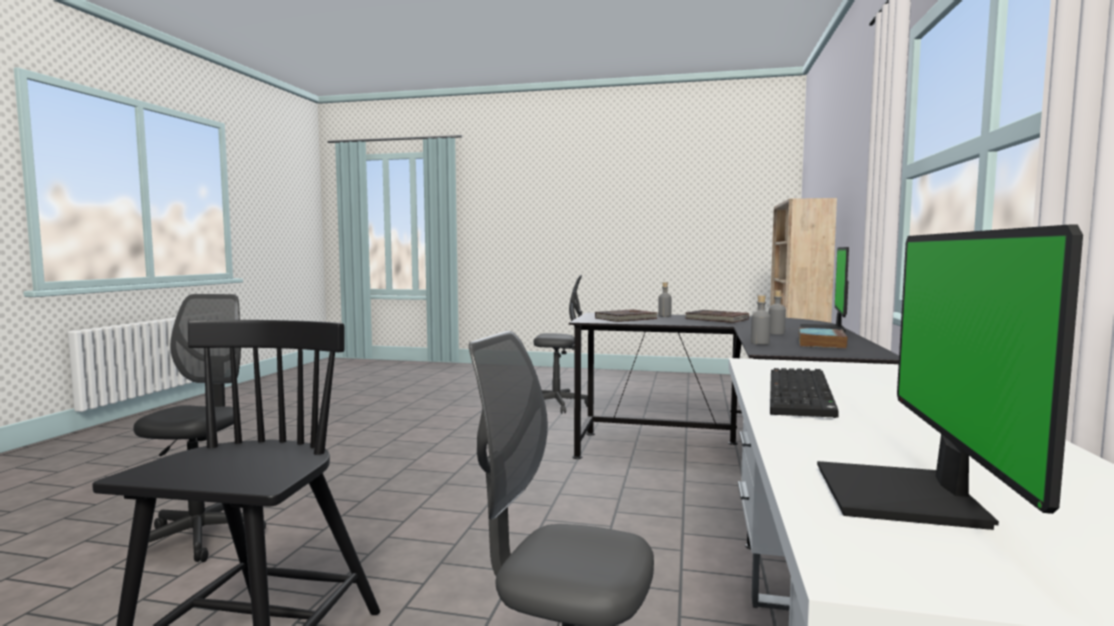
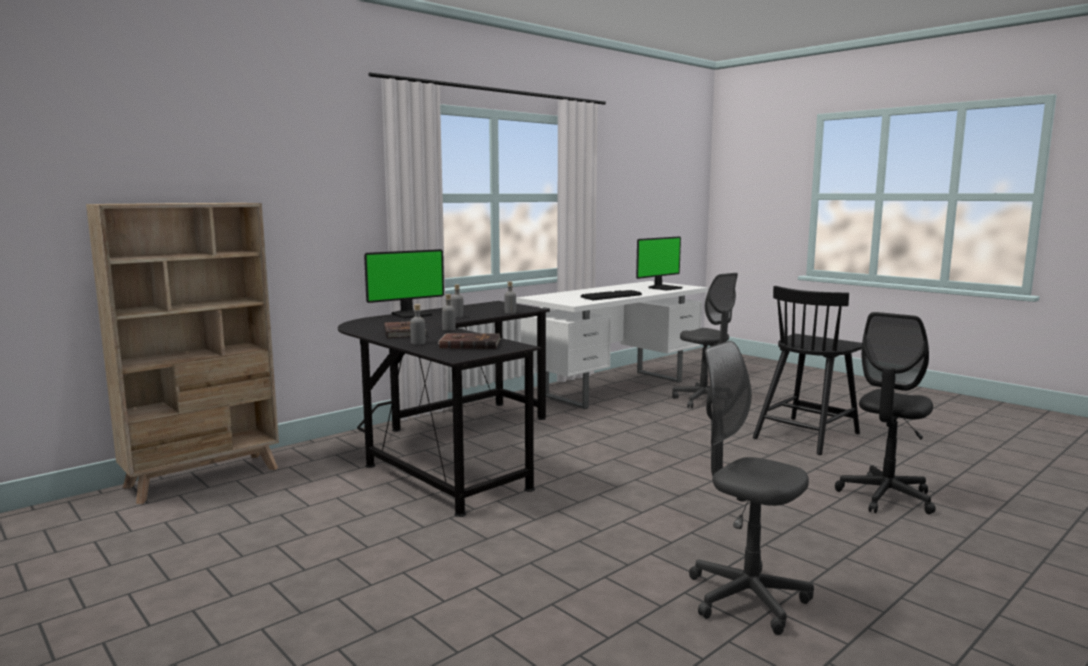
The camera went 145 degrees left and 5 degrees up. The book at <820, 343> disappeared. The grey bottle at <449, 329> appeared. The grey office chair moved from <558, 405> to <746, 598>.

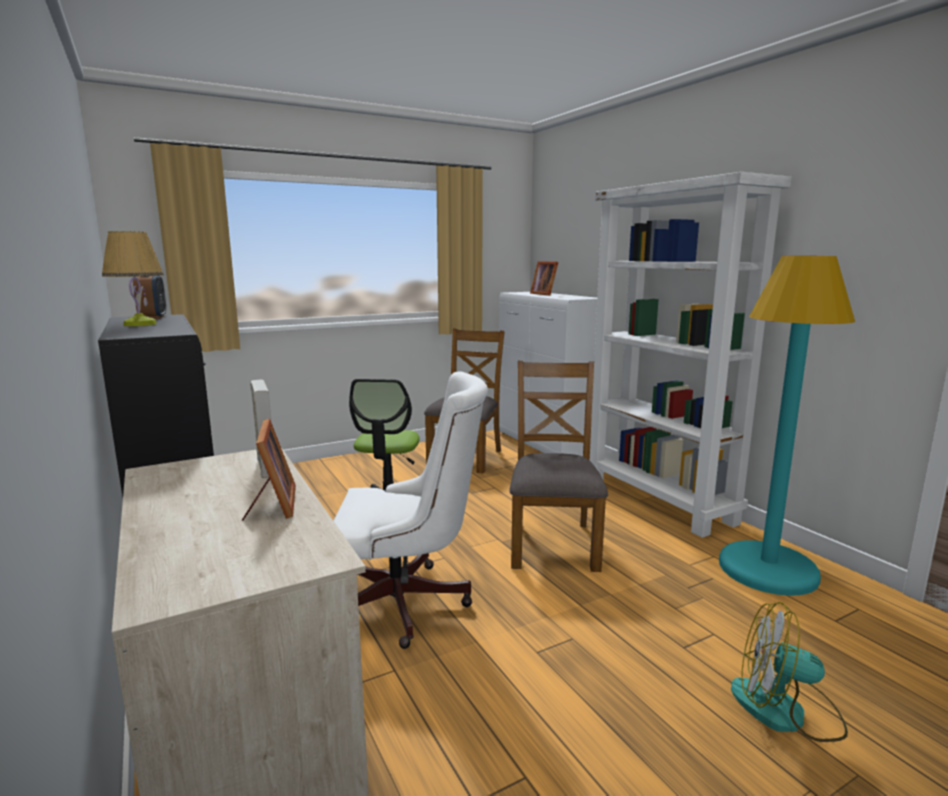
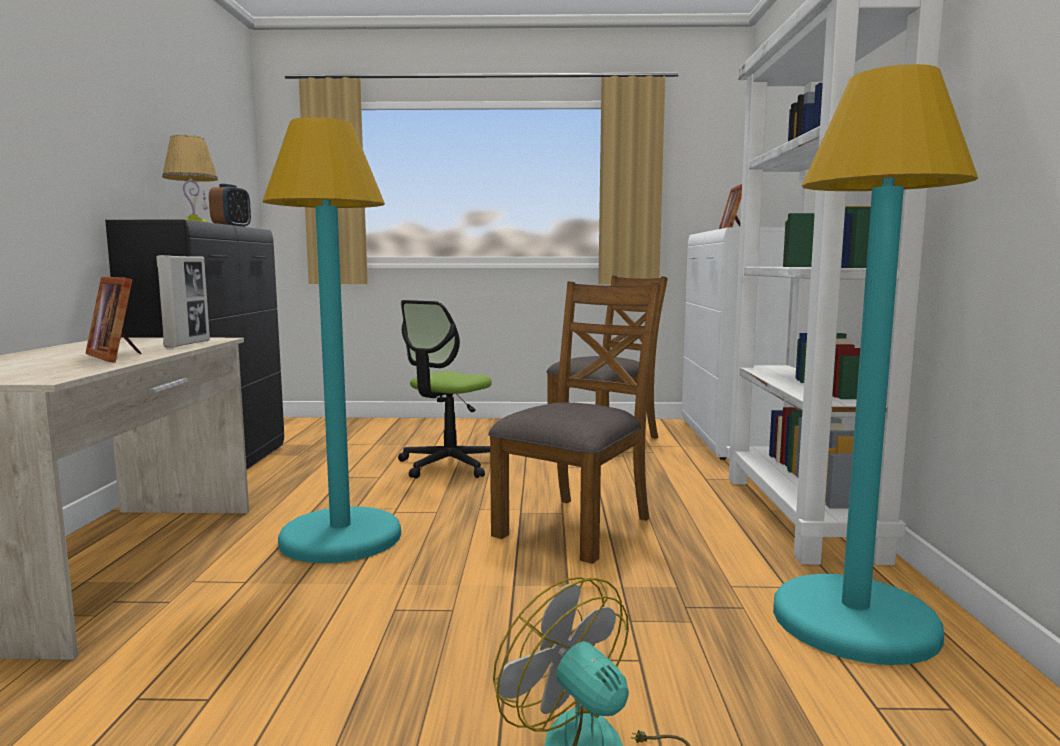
The camera went 30 degrees right and 5 degrees down. The white office chair at <407, 604> was replaced by the turquoise floor lamp at <341, 538>. The picture frame at <273, 505> turned 120 degrees clockwise.

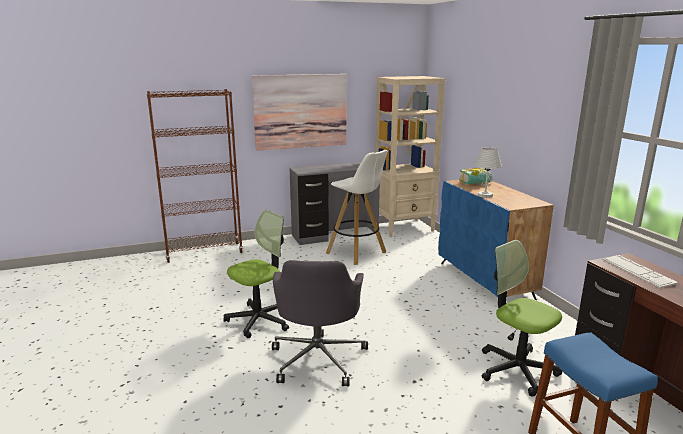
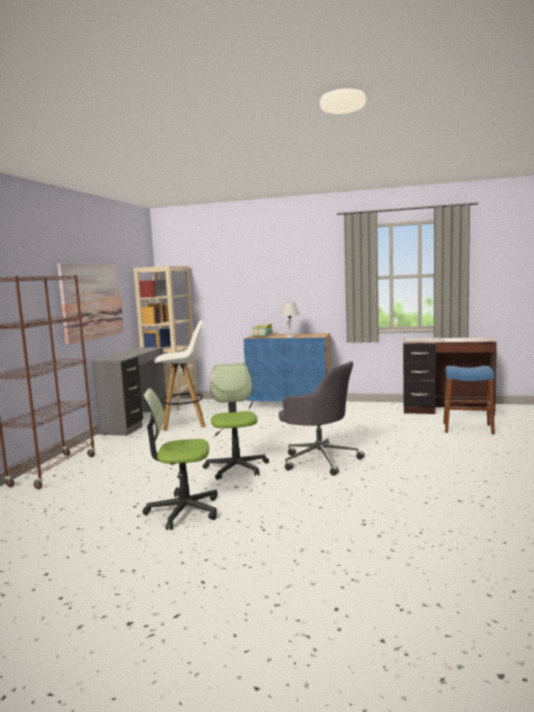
The camera went 55 degrees left and 10 degrees down. The office chair moved from <517, 369> to <183, 511>.

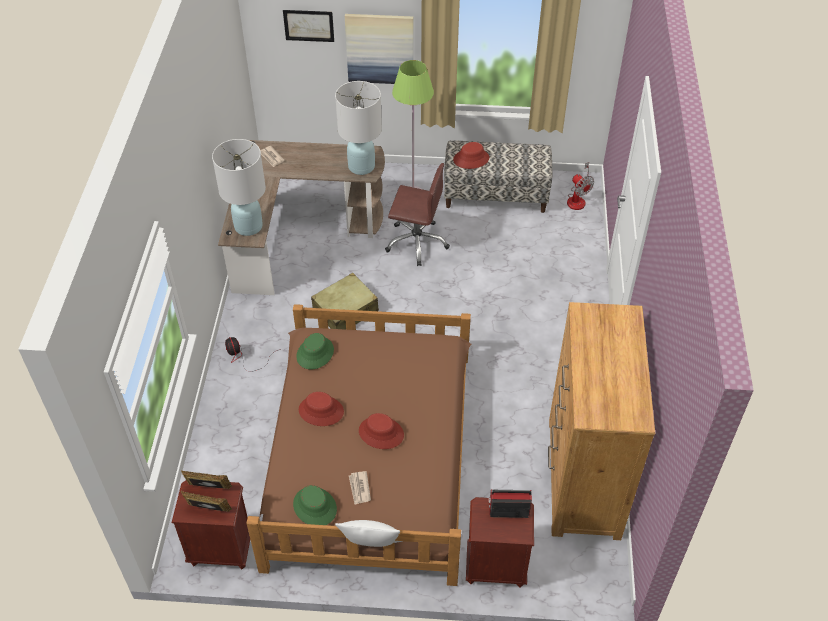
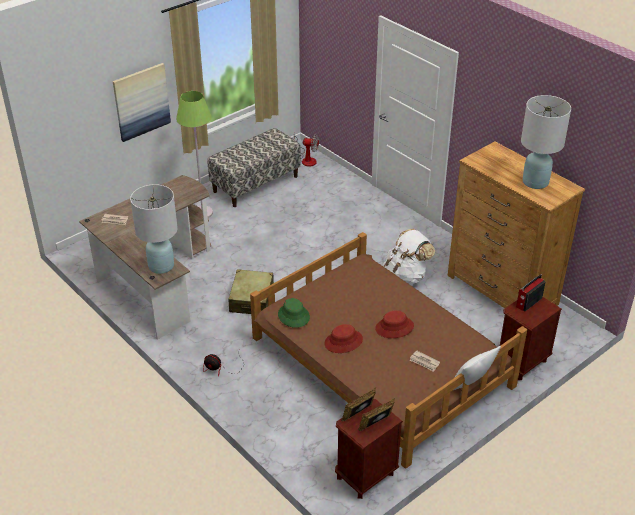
The camera went 45 degrees left and 10 degrees down. The picture at <308, 25> disappeared. The green hat at <314, 507> disappeared. The brown office chair at <417, 242> disappeared. The red hat at <471, 159> disappeared. The white backpack at <406, 276> appeared. The white table lamp moved from <361, 166> to <535, 182>.

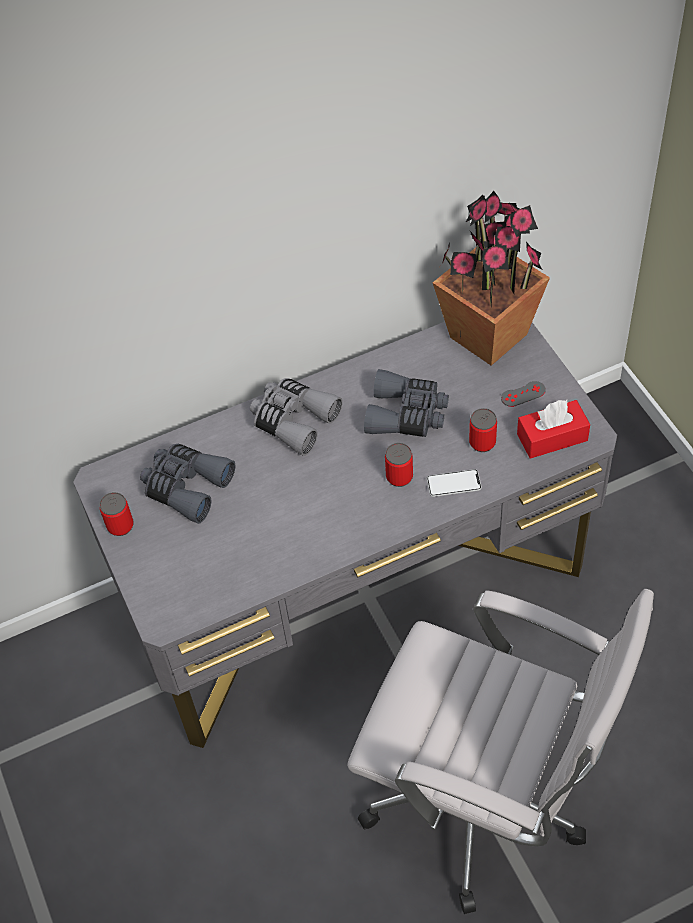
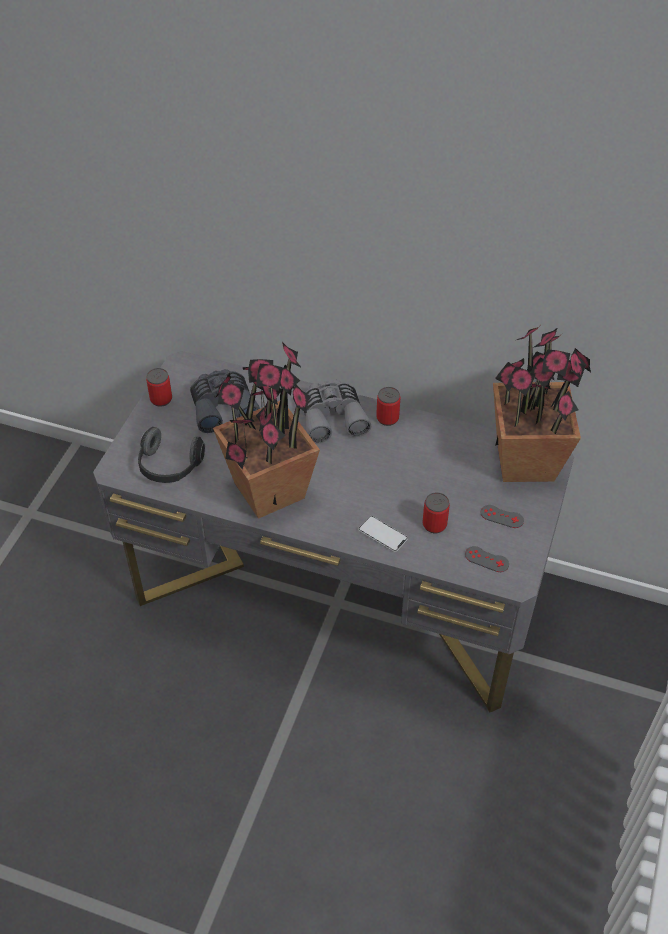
The camera went 40 degrees right and 5 degrees down. The white office chair at <485, 804> disappeared. The grey binoculars at <407, 414> disappeared. The headphones at <169, 467> appeared. The potted plant at <268, 490> appeared. The can moved from <399, 477> to <387, 418>. The red tissue box at <552, 437> was replaced by the grey game controller at <486, 559>.

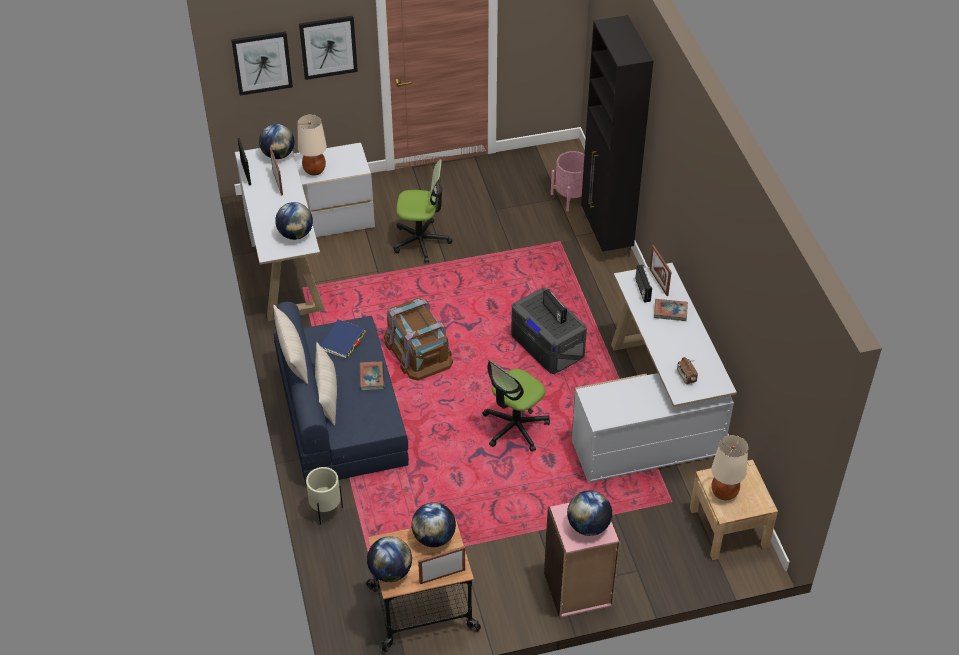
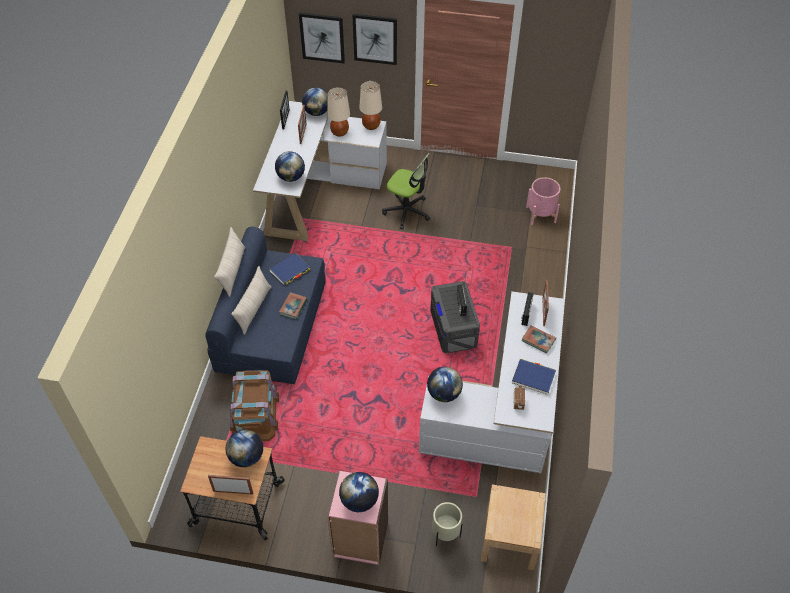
The camera went 25 degrees right and 5 degrees up. The office chair at <515, 427> disappeared. The black cabinet at <606, 237> disappeared. The blue book at <533, 377> appeared. The beige planter moved from <326, 511> to <445, 535>. The globe moved from <390, 571> to <444, 393>. The brown storage box moved from <417, 350> to <254, 413>. The beige table lamp moved from <724, 492> to <371, 126>.

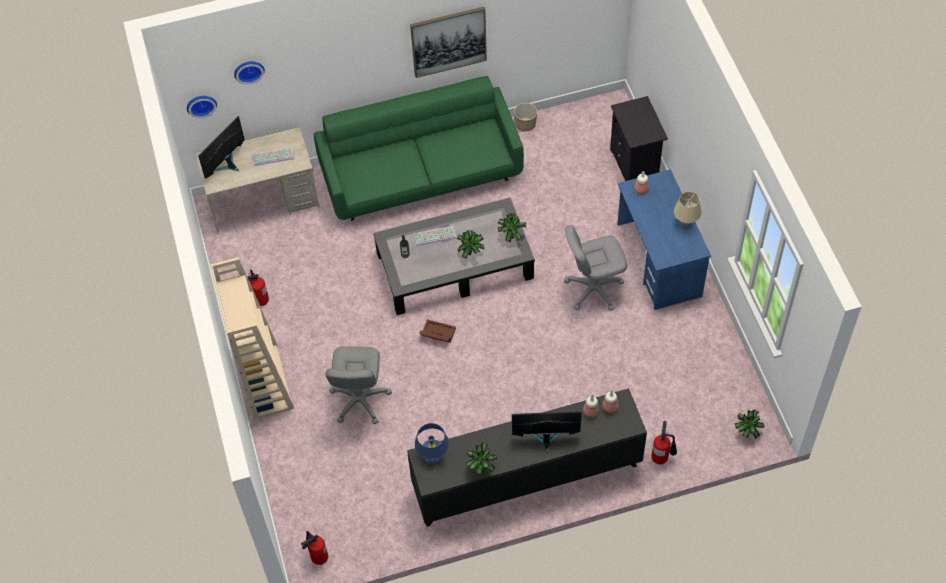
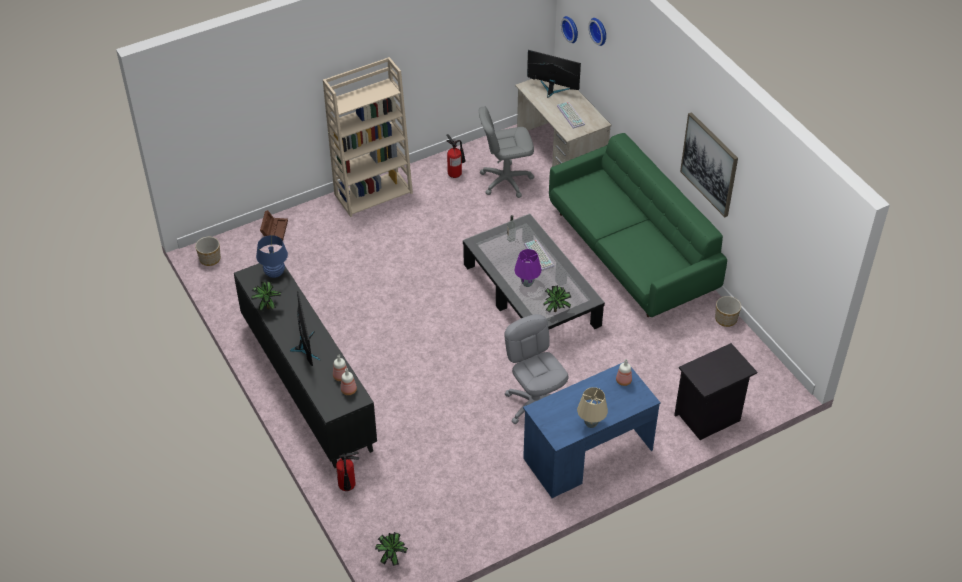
The camera went 75 degrees right and 10 degrees down. The grey office chair moved from <359, 400> to <506, 181>. The brown storage box moved from <436, 334> to <274, 229>. The fire extinguisher at <317, 556> was replaced by the planter at <210, 259>. The potted plant at <470, 252> was replaced by the purple table lamp at <527, 283>.

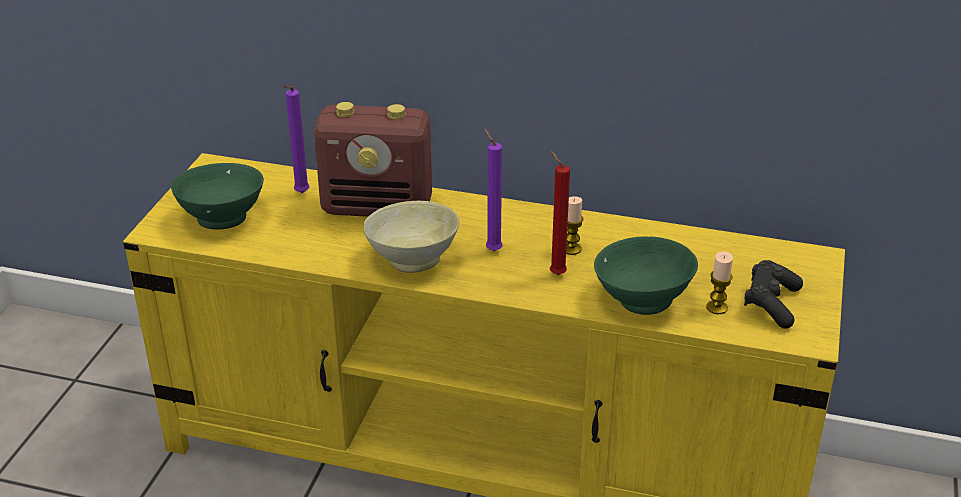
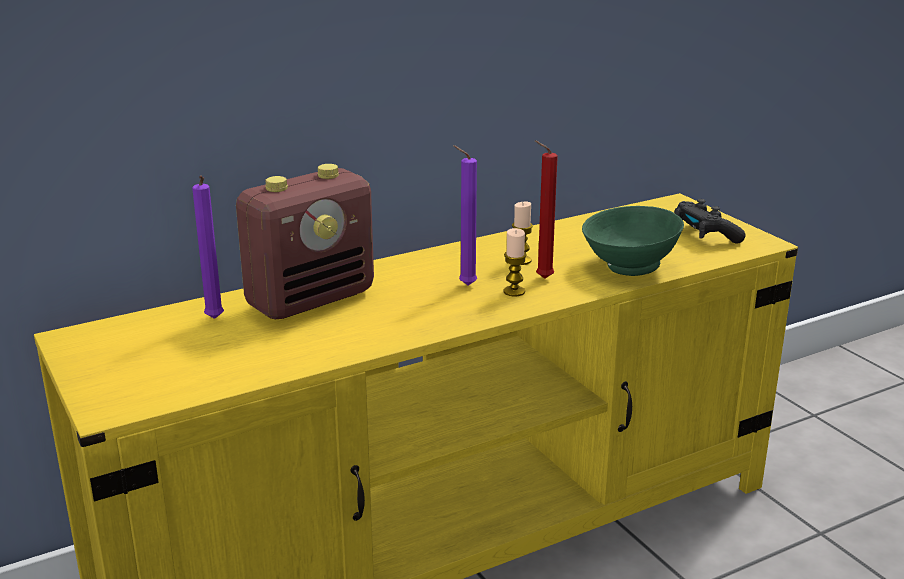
The camera went 45 degrees left and 10 degrees down. The green bowl at <223, 217> disappeared. The beige bowl at <413, 259> disappeared. The candle moved from <717, 307> to <514, 291>.

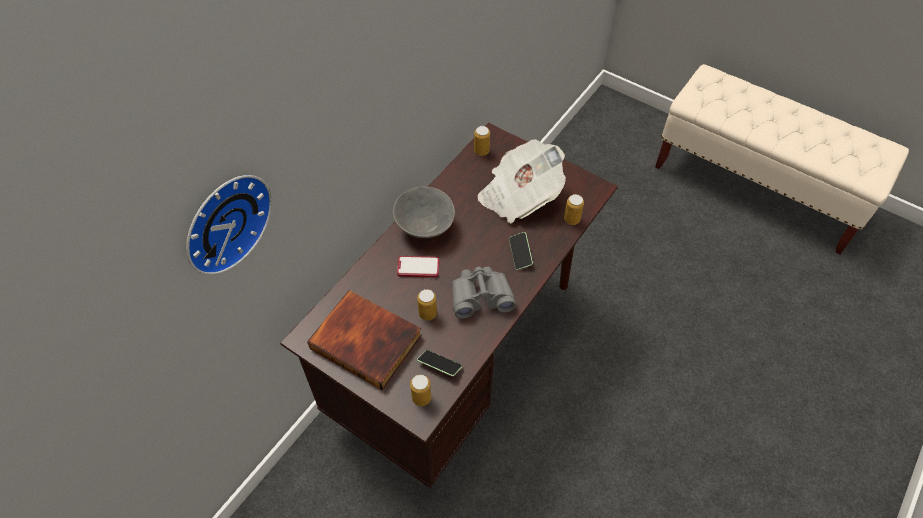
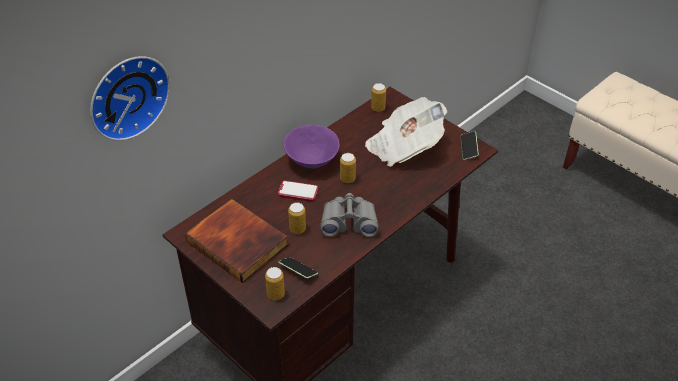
The camera went 10 degrees right and 10 degrees down. The phone moved from <520, 254> to <468, 149>. The can moved from <571, 219> to <347, 179>. The grey bowl at <425, 227> became the purple bowl at <312, 161>.

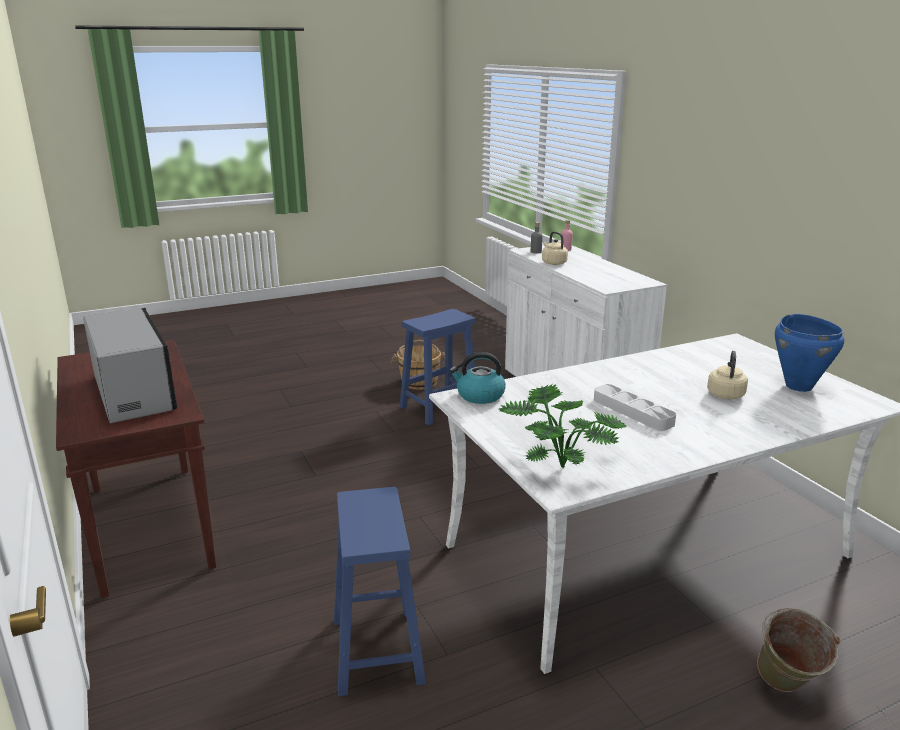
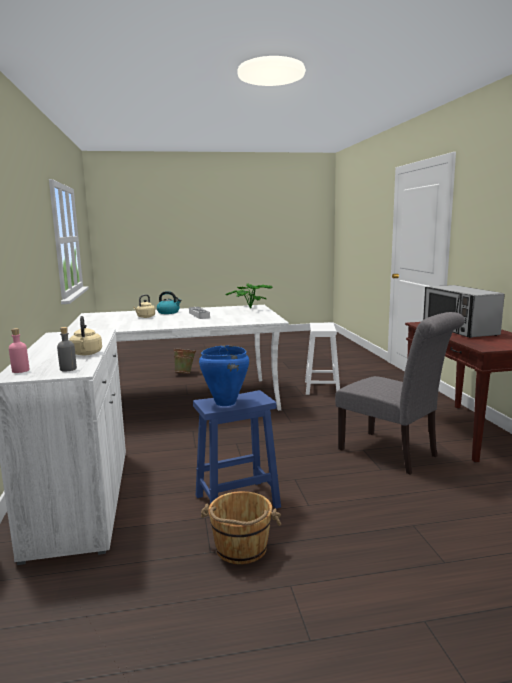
The camera went 165 degrees left and 10 degrees down. The grey chair at <393, 454> appeared. The kettle moved from <479, 395> to <169, 312>. The blue cooking pot moved from <799, 386> to <225, 403>. The blue stool at <378, 652> became the white stool at <321, 387>.

